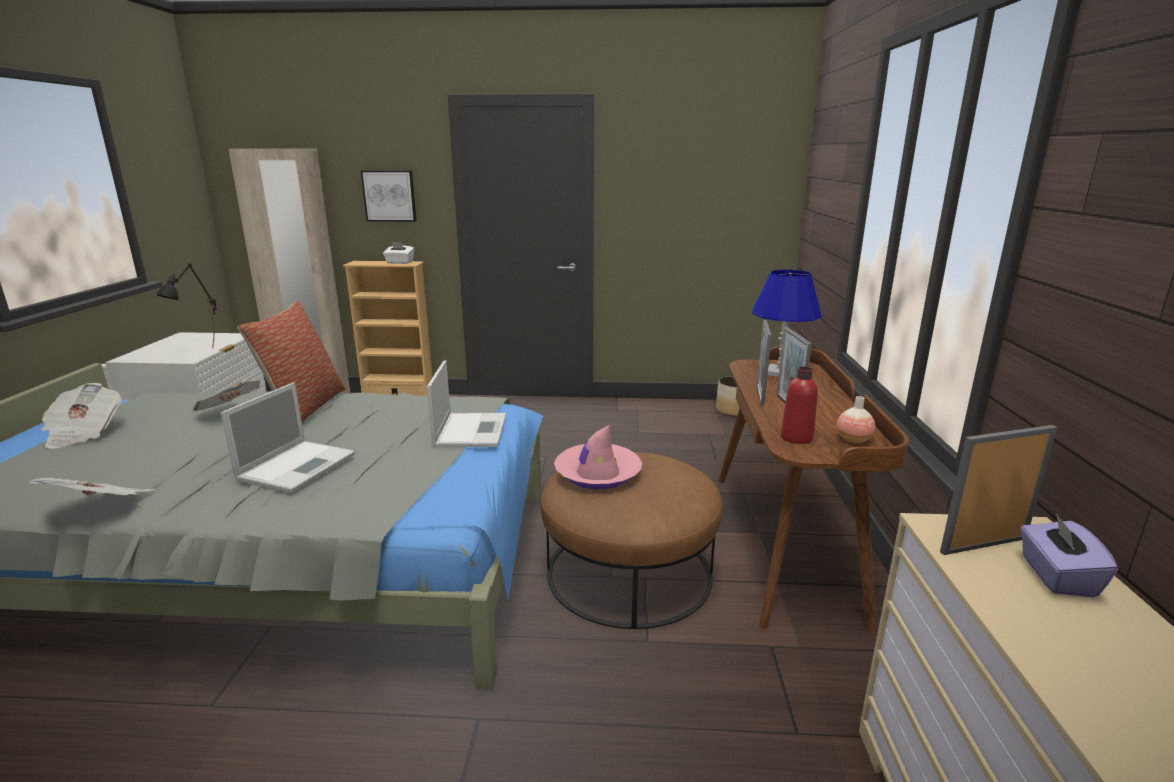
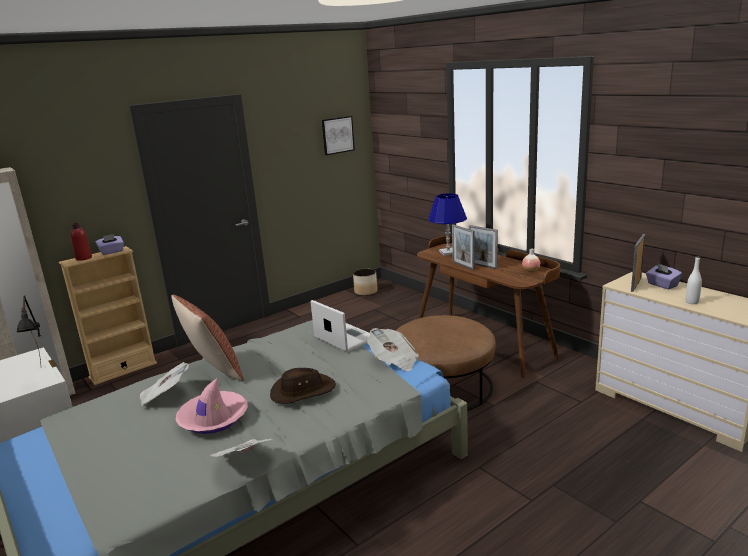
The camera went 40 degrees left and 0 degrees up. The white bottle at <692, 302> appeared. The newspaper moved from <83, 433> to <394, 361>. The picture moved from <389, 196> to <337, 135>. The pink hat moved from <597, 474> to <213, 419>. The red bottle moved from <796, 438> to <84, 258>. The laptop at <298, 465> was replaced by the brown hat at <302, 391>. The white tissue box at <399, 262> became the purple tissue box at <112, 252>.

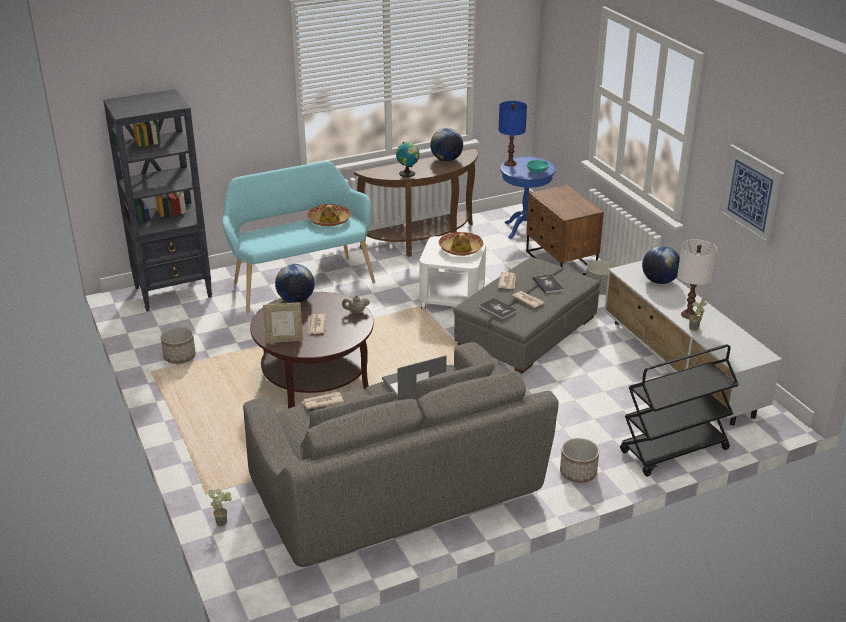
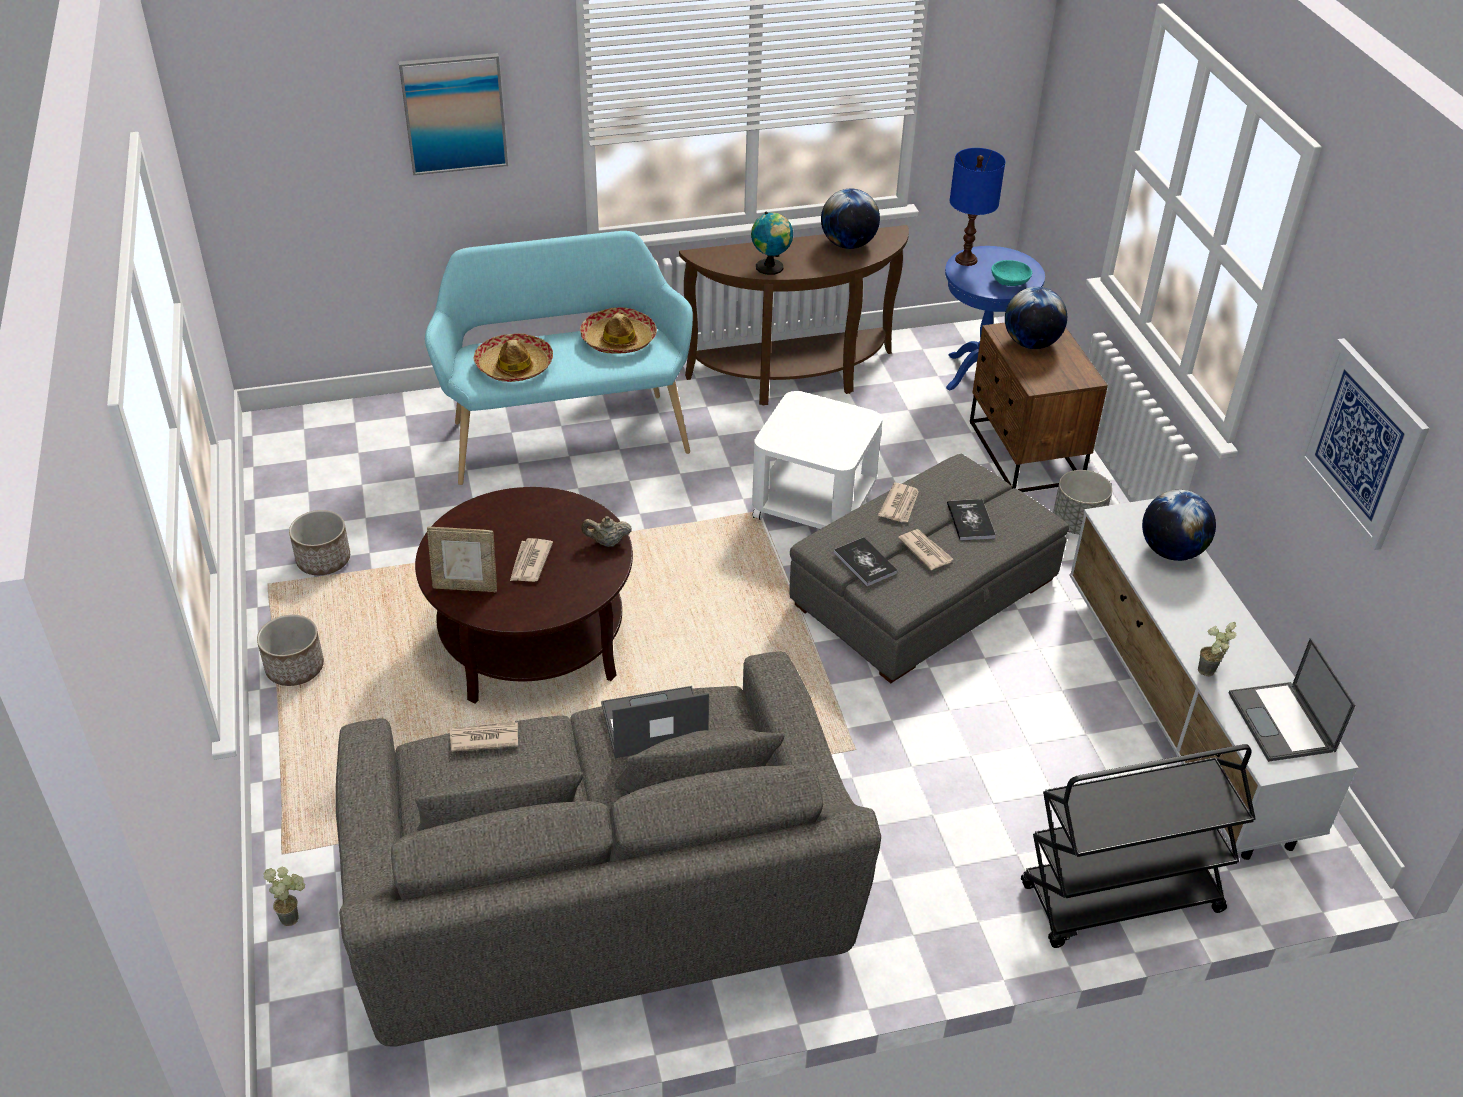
The camera went 10 degrees right and 10 degrees up. The black bookcase at <174, 292> disappeared. The white table lamp at <689, 314> disappeared. The picture at <454, 113> appeared. The laptop at <1282, 723> appeared. The globe moved from <296, 300> to <1031, 343>. The hat moved from <460, 249> to <514, 366>. The planter moved from <577, 473> to <294, 668>.

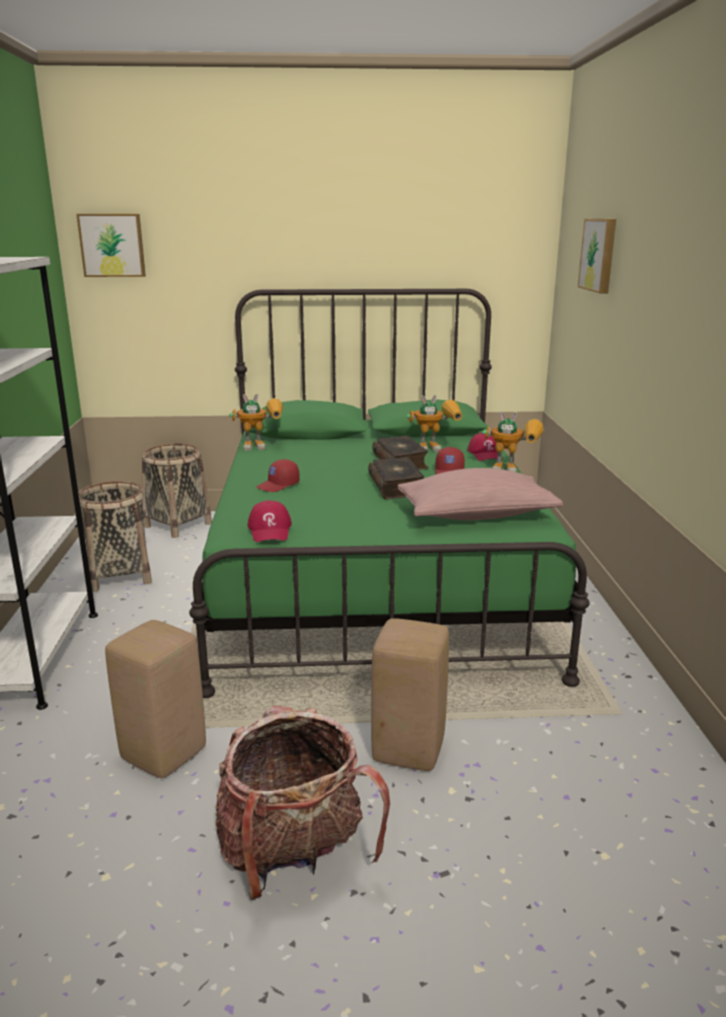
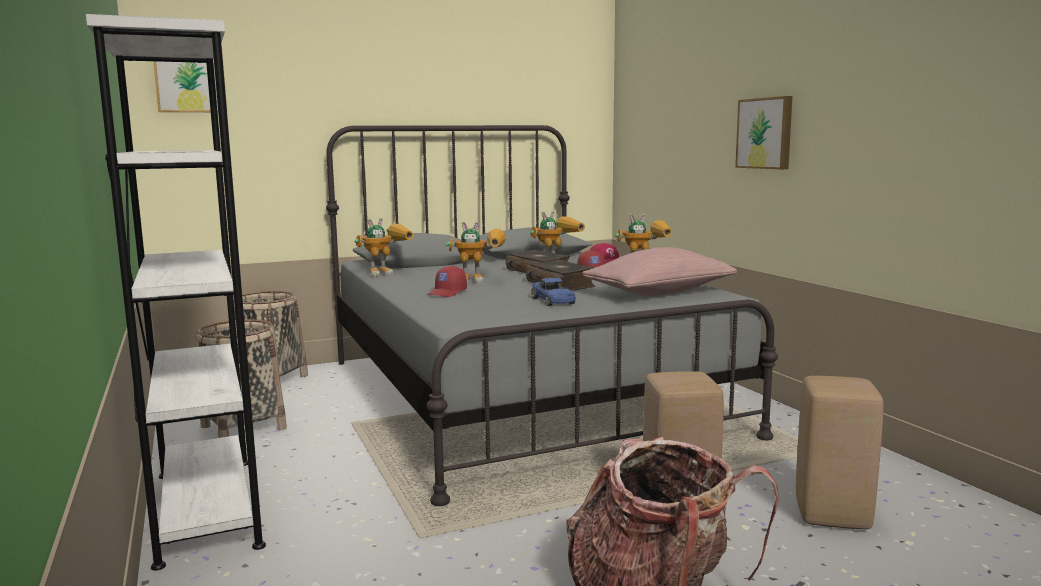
The camera went 20 degrees left and 10 degrees down. The red cap at <270, 530> disappeared. The toy robot at <481, 281> appeared. The blue toy car at <552, 301> appeared. The beige stool moved from <165, 754> to <833, 515>. The picture moved from <600, 254> to <765, 133>. The green bed at <374, 579> became the grey bed at <520, 395>.

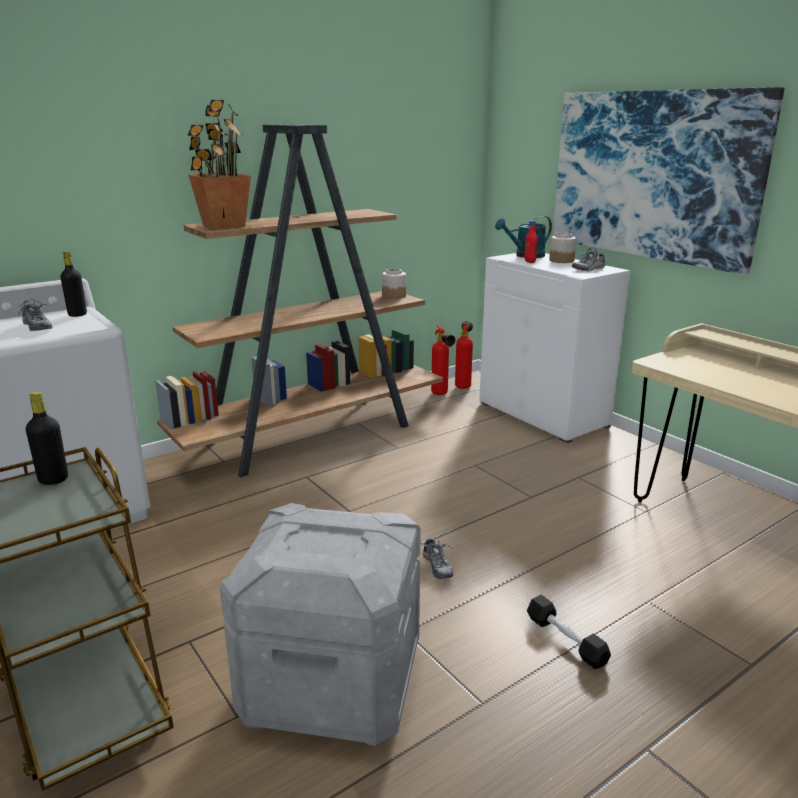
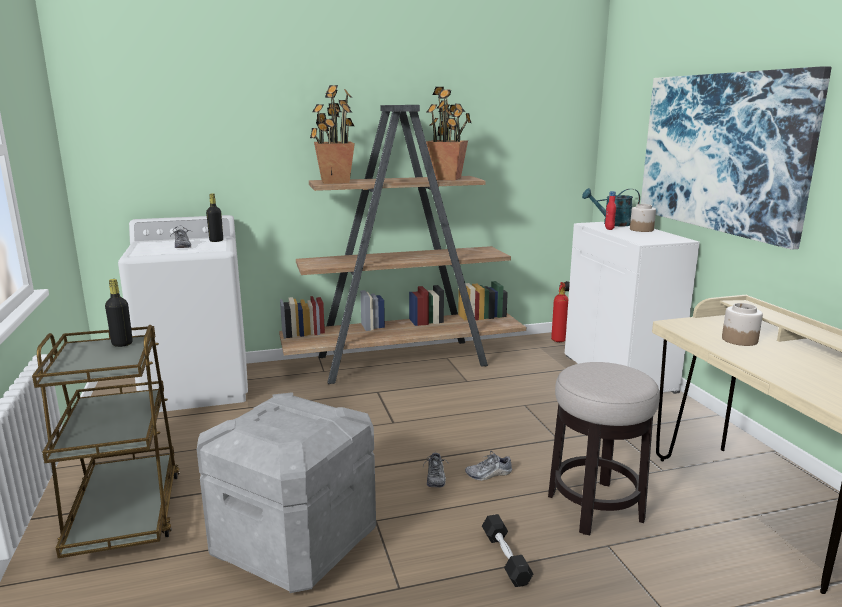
The camera went 20 degrees right and 5 degrees down. The fire extinguisher at <441, 395> disappeared. The potted plant at <447, 178> appeared. The stool at <595, 507> appeared. The jar moved from <393, 295> to <739, 340>. The shoe moved from <588, 269> to <488, 474>.

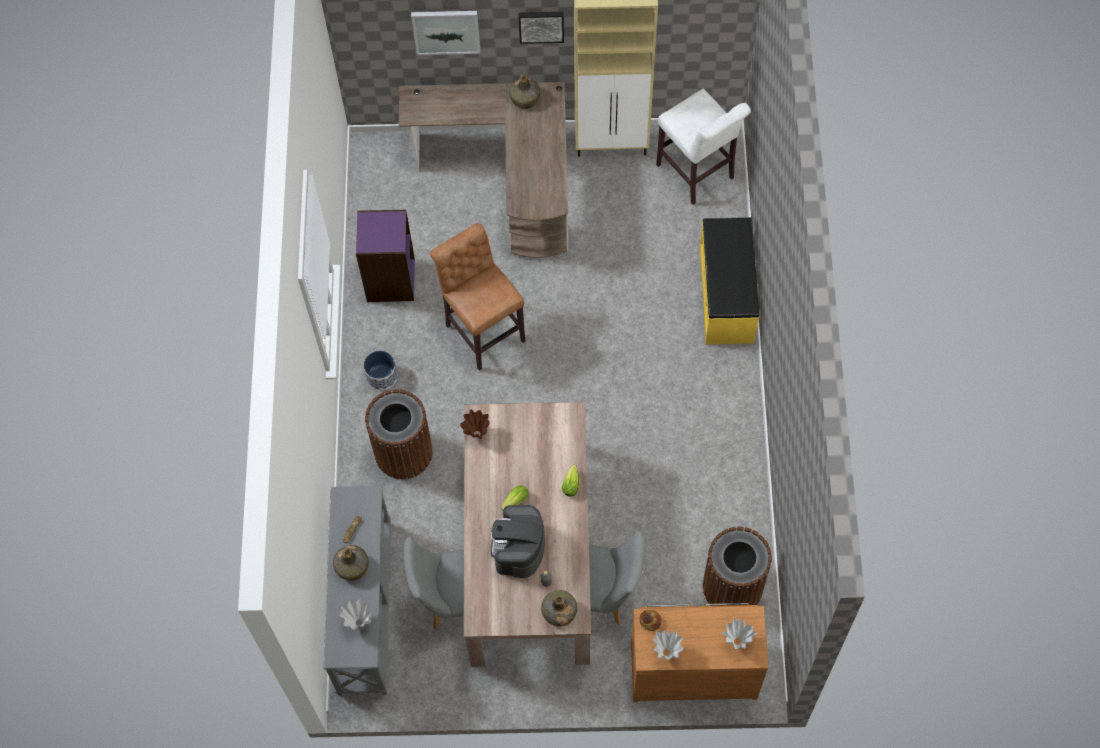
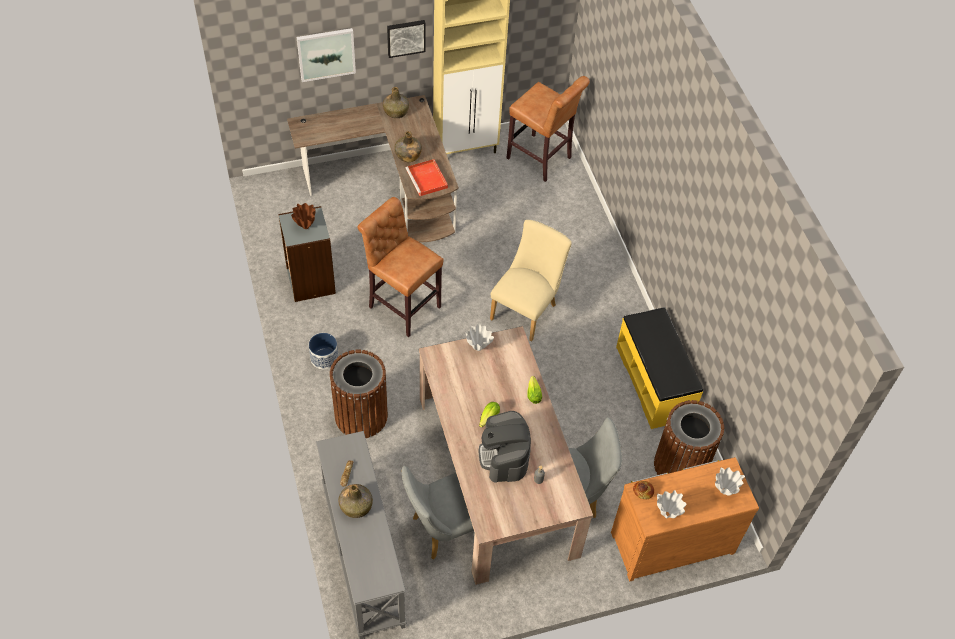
The camera went 20 degrees left and 10 degrees down. The red tray at <427, 179> appeared. The beige chair at <526, 309> appeared. The white vase moved from <358, 622> to <477, 348>. The brown vase moved from <477, 433> to <305, 226>. The green bottle moved from <559, 612> to <408, 155>. The yellow bench moved from <727, 295> to <654, 382>. The purple bookcase at <390, 280> became the grey bookcase at <310, 281>. The white stool at <697, 174> became the brown stool at <541, 160>.

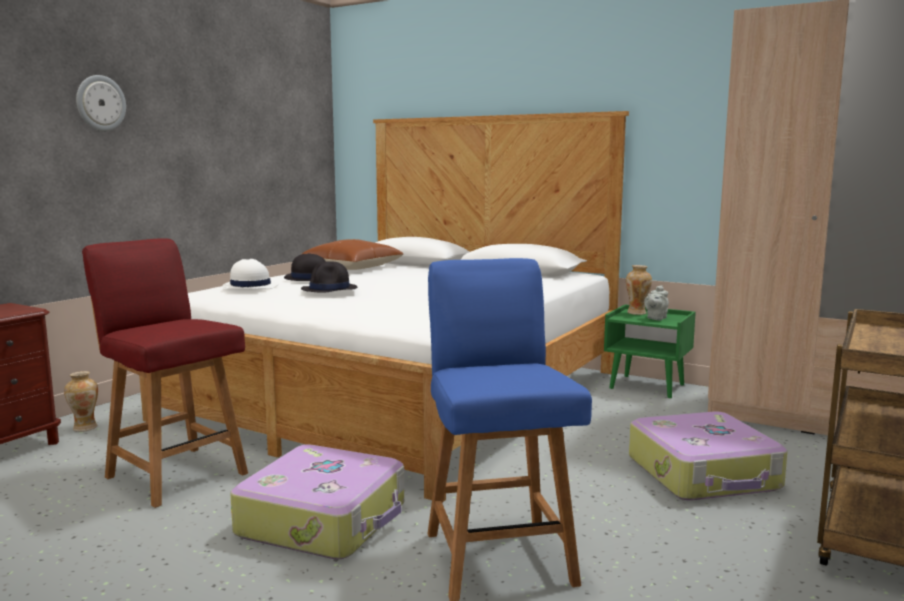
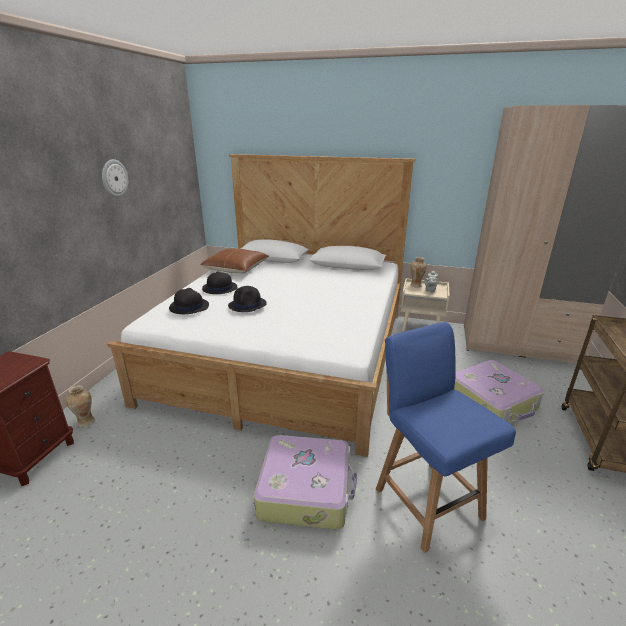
The camera went 15 degrees left and 15 degrees up. The red chair at <175, 474> disappeared. The wall clock moved from <100, 103> to <114, 178>. The white hat at <250, 286> became the black hat at <189, 307>. The green nightstand at <648, 386> became the beige nightstand at <421, 326>.

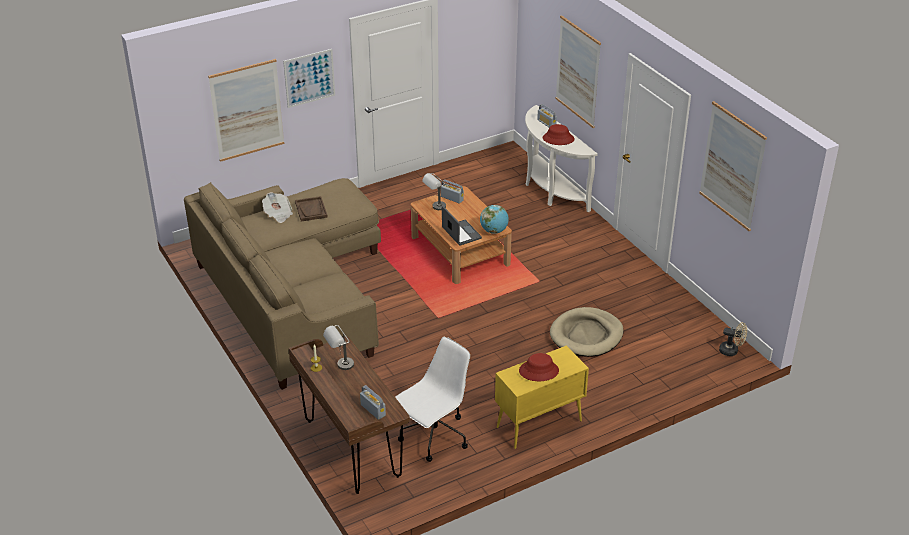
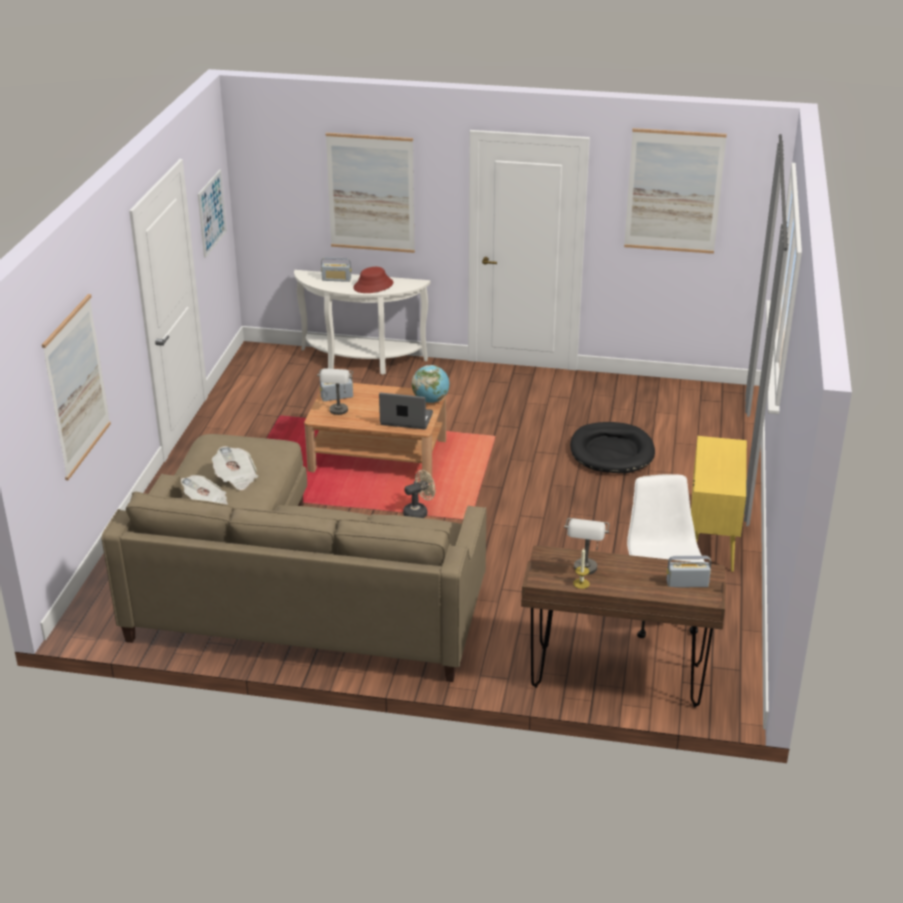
The camera went 50 degrees left and 5 degrees down. The red hat at <538, 371> disappeared. The picture moved from <309, 78> to <211, 213>. The beige fan moved from <731, 351> to <419, 512>. The brown tray at <311, 210> was replaced by the newspaper at <236, 478>. The beige dog bed at <586, 335> became the black dog bed at <611, 452>.

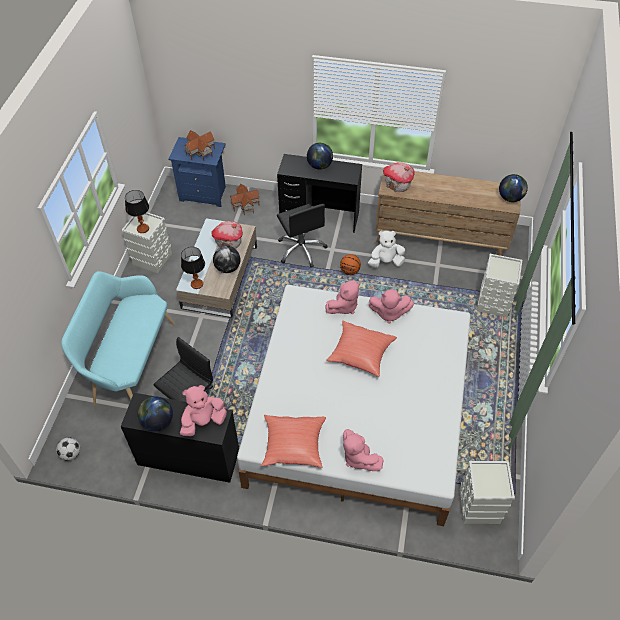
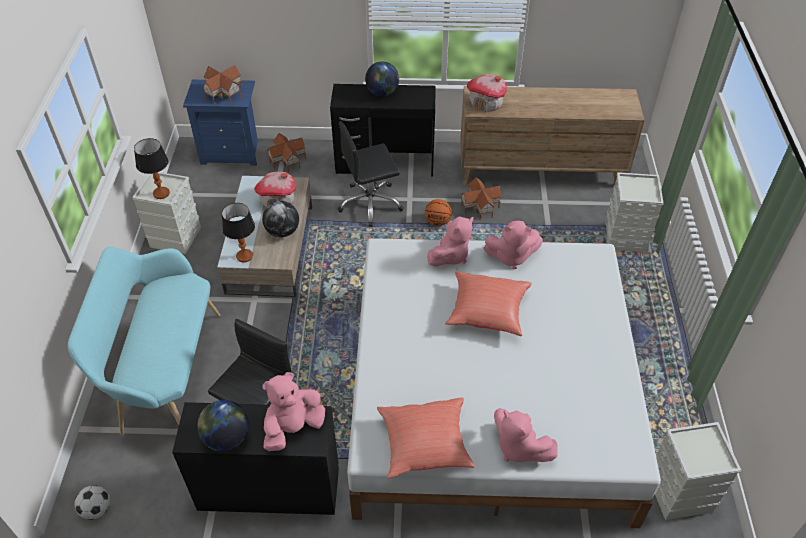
The camera went 10 degrees left and 5 degrees down. The globe at <510, 198> disappeared. The white plush toy at <386, 262> was replaced by the toy house at <480, 206>. The black office chair at <301, 249> turned 105 degrees clockwise.

